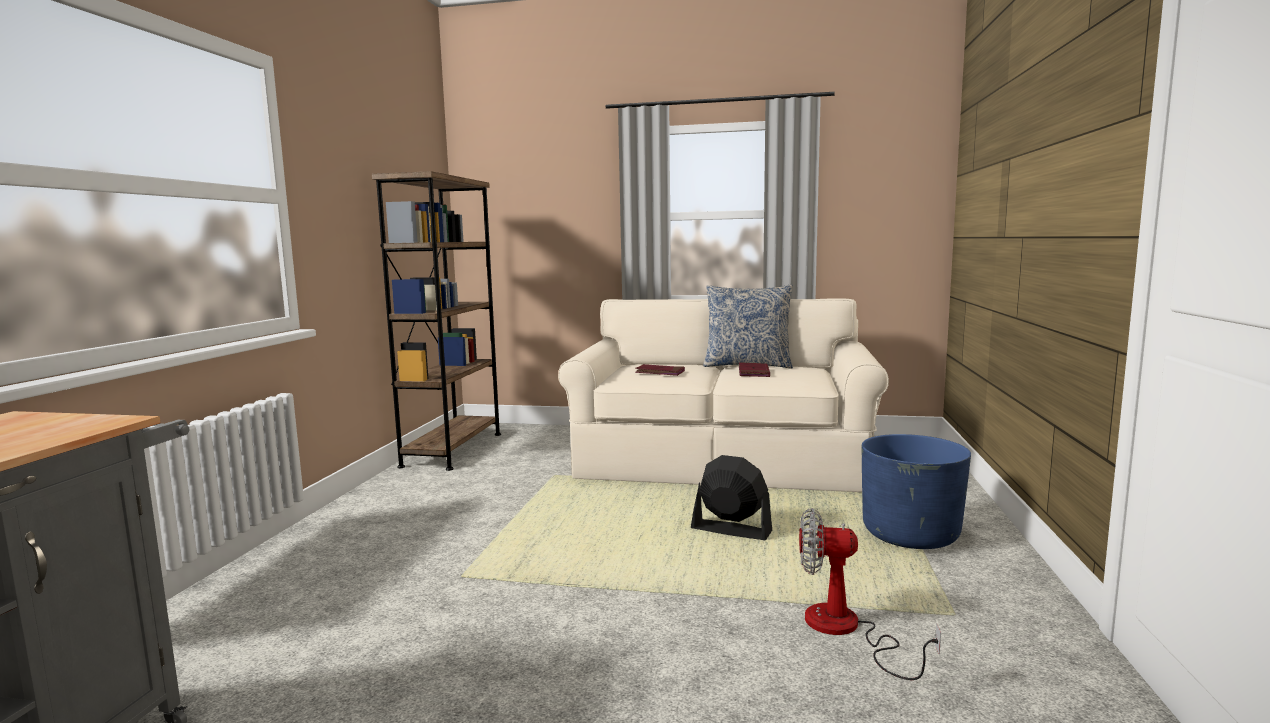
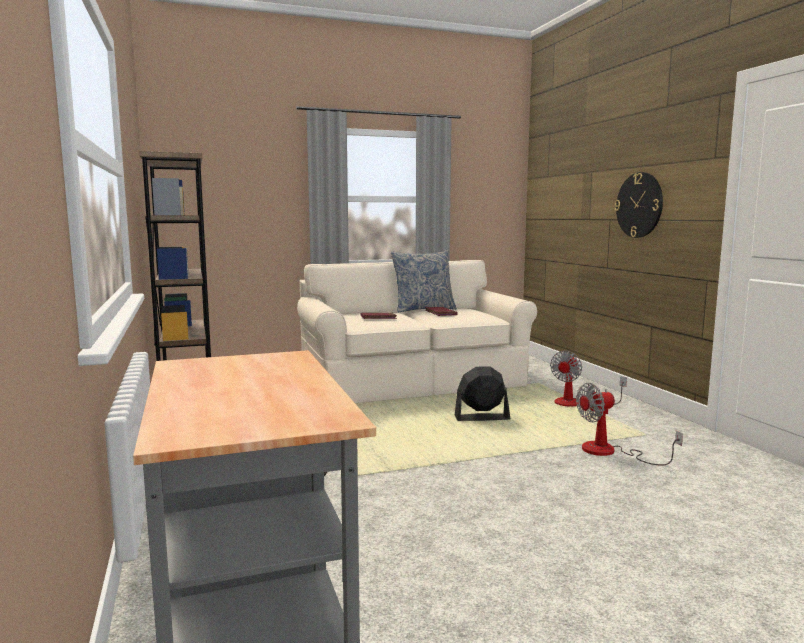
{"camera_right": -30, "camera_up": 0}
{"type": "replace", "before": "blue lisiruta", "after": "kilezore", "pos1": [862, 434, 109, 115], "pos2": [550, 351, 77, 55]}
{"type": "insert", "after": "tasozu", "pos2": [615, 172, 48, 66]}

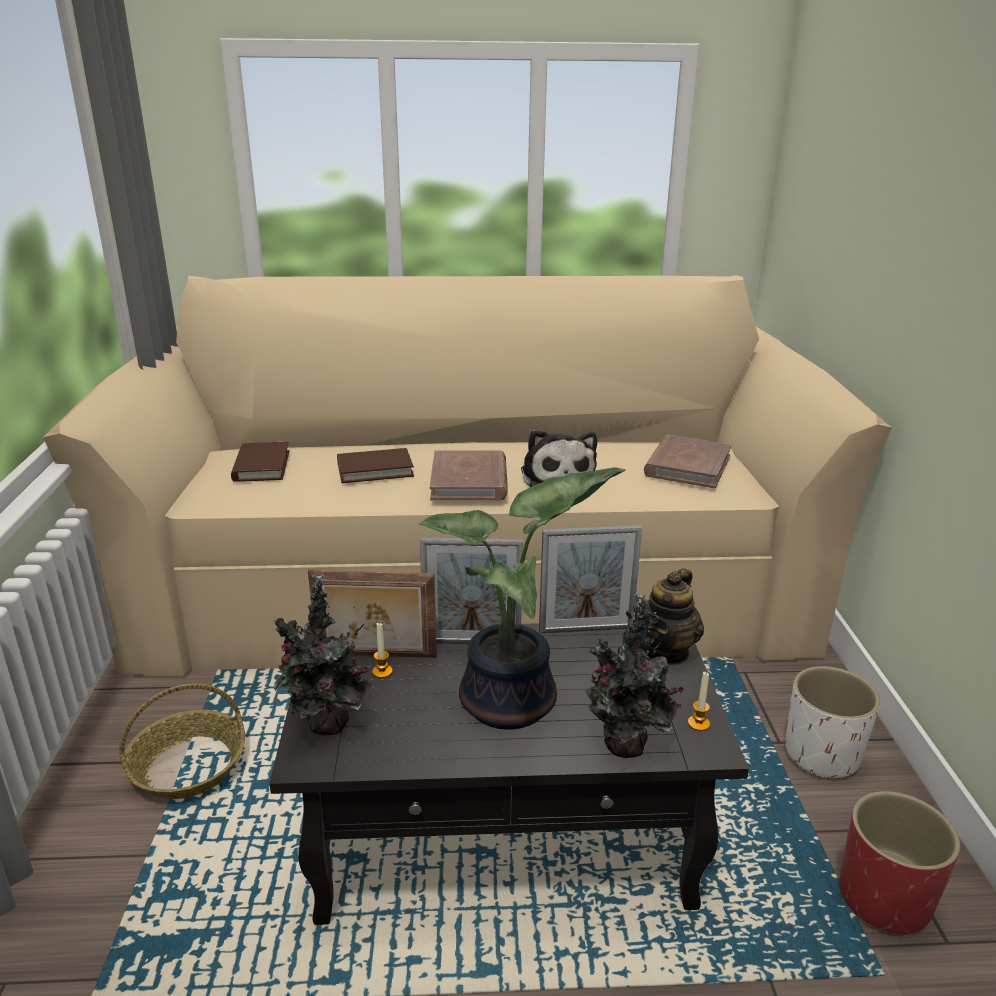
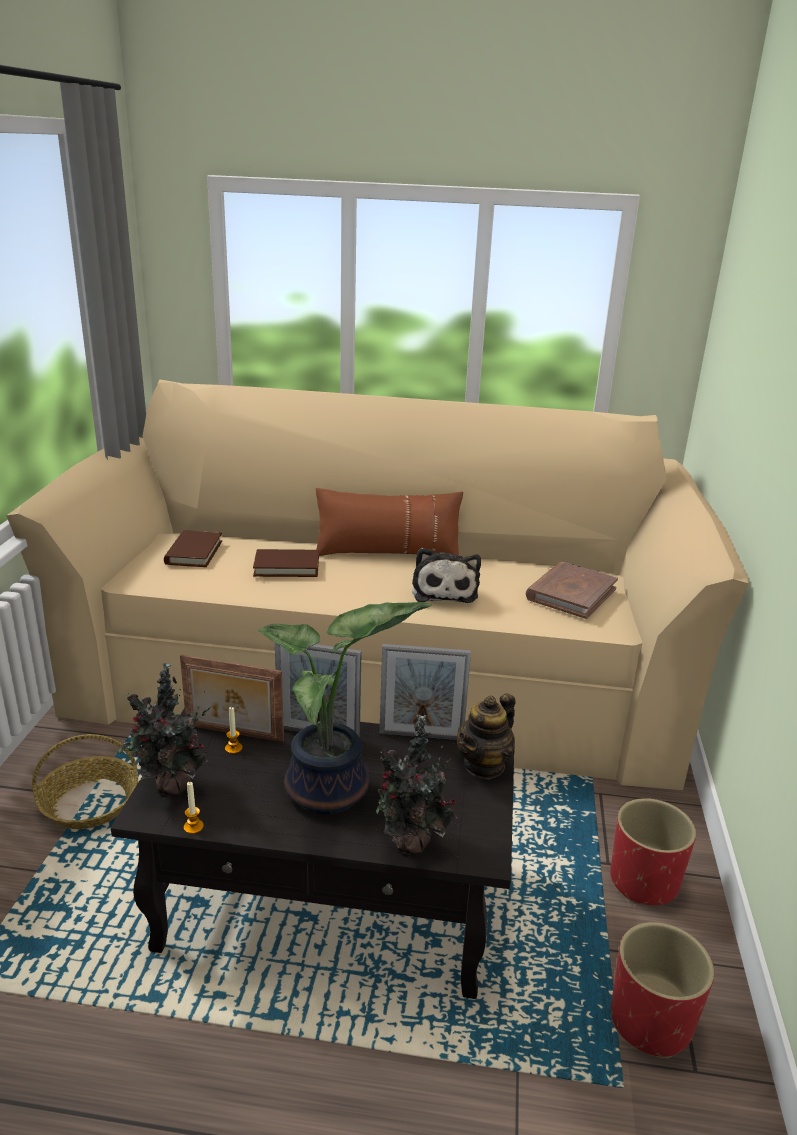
{"camera_right": 10, "camera_up": 0}
{"type": "delete", "before": "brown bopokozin", "pos1": [430, 450, 78, 51]}
{"type": "move", "before": "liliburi", "pos1": [688, 671, 22, 60], "pos2": [184, 782, 20, 52]}
{"type": "recolor", "before": "white lisiruta", "after": "red lisiruta", "pos1": [785, 666, 95, 114], "pos2": [610, 798, 86, 107]}
{"type": "insert", "after": "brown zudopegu", "pos2": [316, 488, 147, 68]}

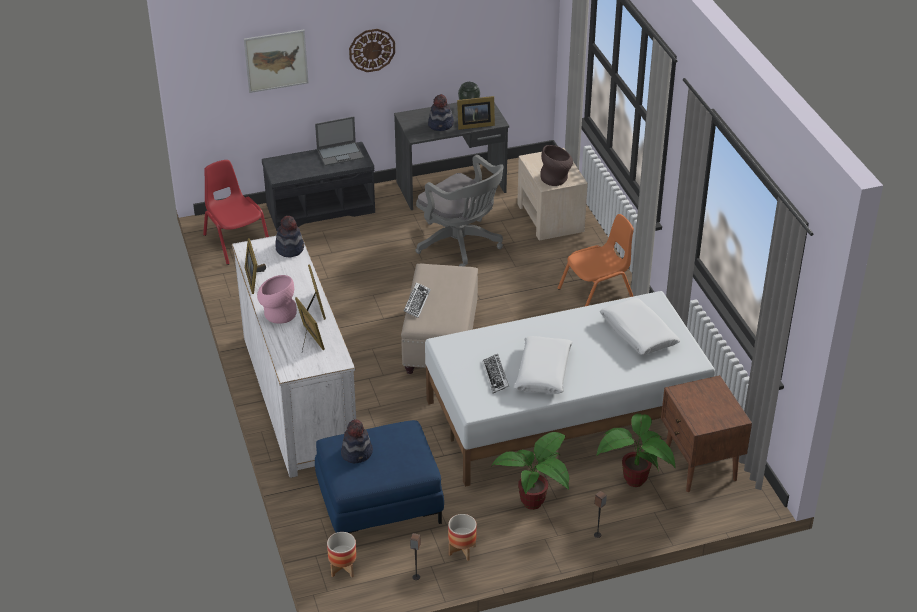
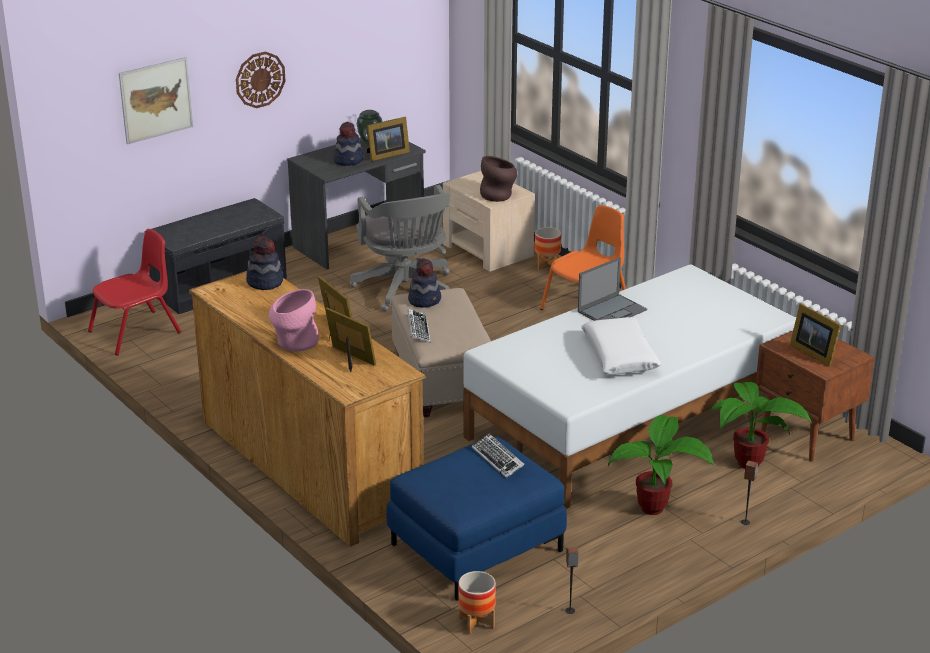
{"camera_right": -20, "camera_up": -10}
{"type": "rotate", "before": "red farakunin", "pos1": [203, 160, 66, 105], "pos2": [88, 229, 93, 127], "turn": 105}
{"type": "recolor", "before": "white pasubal", "after": "brown pasubal", "pos1": [232, 236, 124, 242], "pos2": [189, 271, 236, 276]}
{"type": "move", "before": "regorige", "pos1": [245, 238, 21, 56], "pos2": [790, 304, 51, 63]}
{"type": "move", "before": "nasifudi", "pos1": [315, 116, 49, 50], "pos2": [578, 257, 69, 64]}
{"type": "move", "before": "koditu", "pos1": [341, 419, 32, 44], "pos2": [408, 258, 33, 50]}
{"type": "rotate", "before": "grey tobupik", "pos1": [415, 155, 89, 112], "pos2": [350, 185, 100, 126], "turn": 45}
{"type": "move", "before": "lisiruta", "pos1": [448, 514, 29, 47], "pos2": [535, 227, 26, 43]}
{"type": "move", "before": "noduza", "pos1": [482, 354, 27, 39], "pos2": [472, 433, 53, 45]}
{"type": "delete", "before": "white zudopegu", "pos1": [600, 298, 80, 57]}

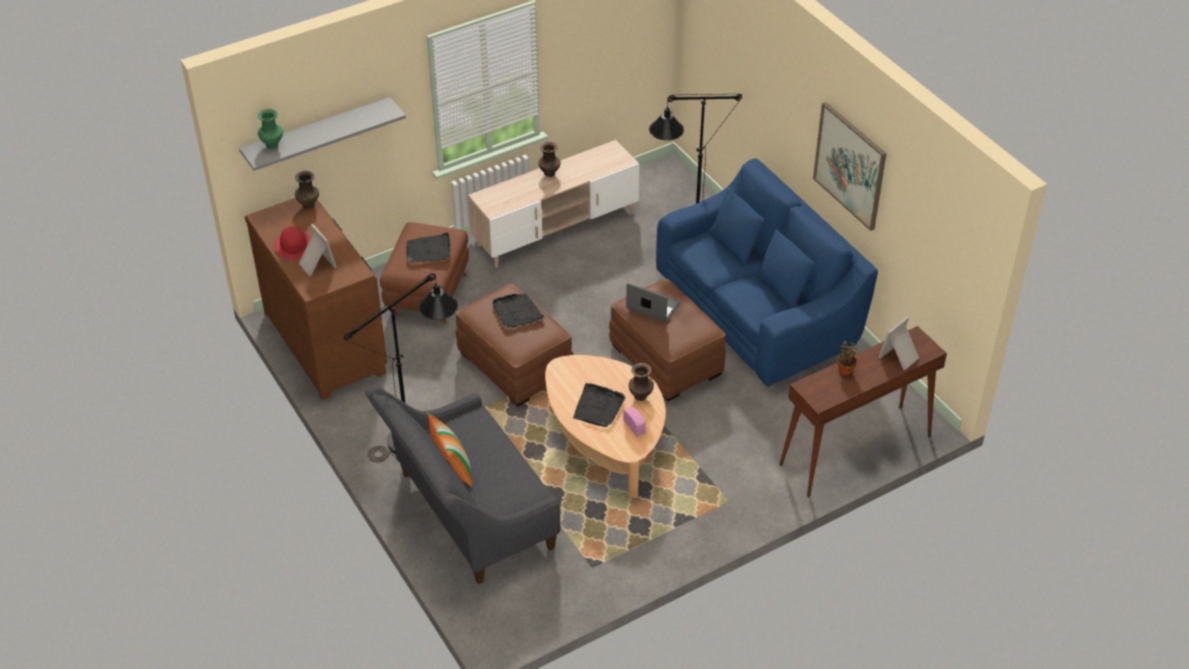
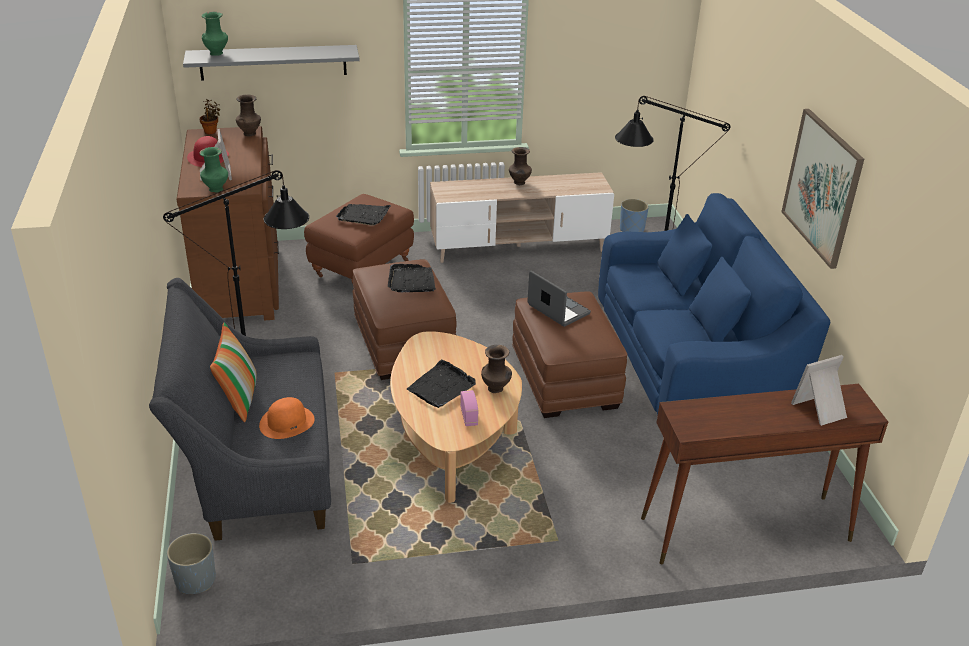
{"camera_right": 20, "camera_up": -10}
{"type": "move", "before": "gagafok", "pos1": [837, 341, 20, 35], "pos2": [199, 99, 21, 35]}
{"type": "insert", "after": "grey lisiruta", "pos2": [167, 533, 49, 61]}
{"type": "insert", "after": "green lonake", "pos2": [200, 147, 28, 46]}
{"type": "insert", "after": "orange koditu", "pos2": [259, 397, 56, 42]}
{"type": "insert", "after": "blue lisiruta", "pos2": [620, 199, 29, 33]}

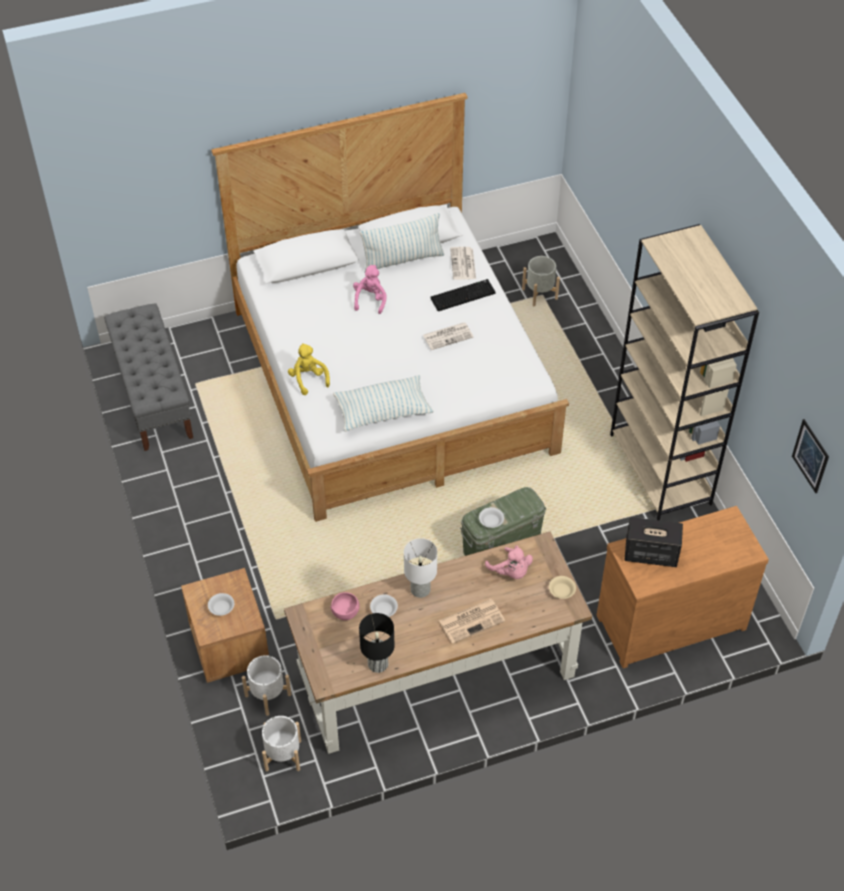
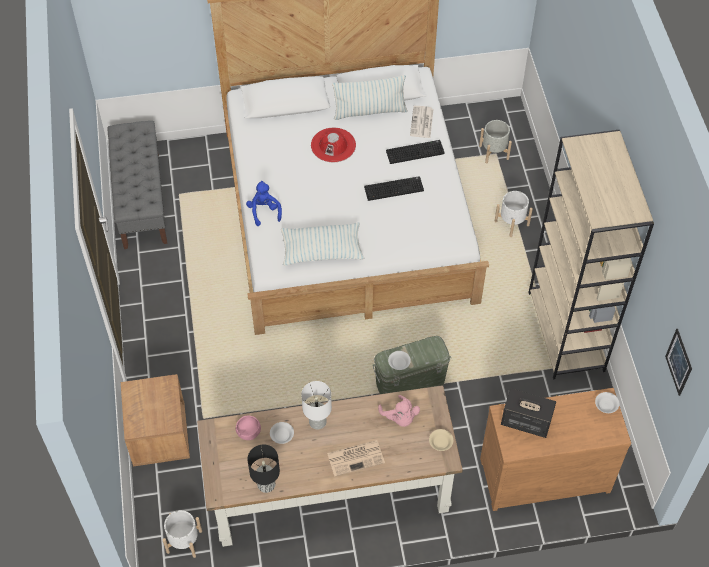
{"camera_right": 10, "camera_up": 5}
{"type": "move", "before": "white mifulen", "pos1": [208, 593, 26, 23], "pos2": [595, 392, 24, 21]}
{"type": "move", "before": "white lisiruta", "pos1": [242, 655, 49, 61], "pos2": [495, 191, 38, 46]}
{"type": "recolor", "before": "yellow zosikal", "after": "blue zosikal", "pos1": [288, 343, 42, 52], "pos2": [246, 181, 36, 45]}
{"type": "replace", "before": "pink zosikal", "after": "red koditu", "pos1": [353, 265, 34, 49], "pos2": [311, 128, 45, 34]}
{"type": "replace", "before": "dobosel", "after": "noduza", "pos1": [423, 323, 51, 27], "pos2": [364, 176, 60, 25]}

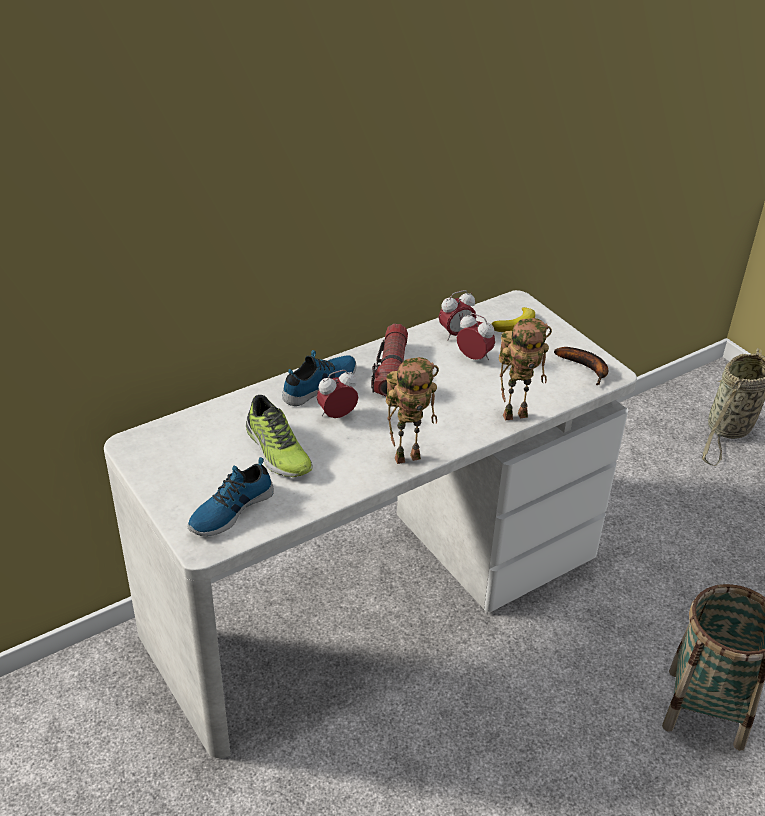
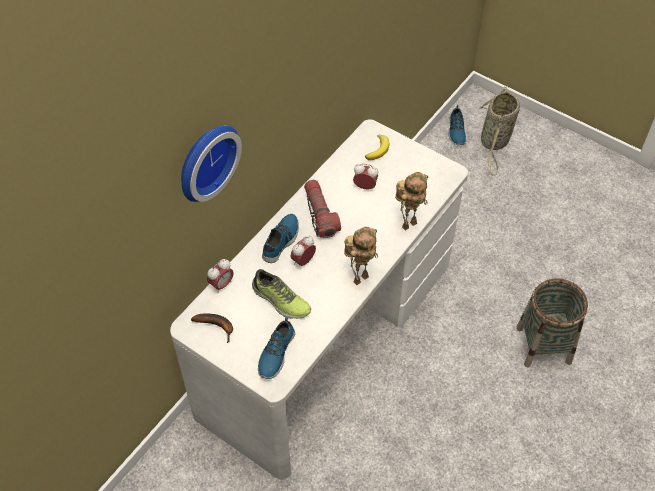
{"camera_right": -20, "camera_up": 15}
{"type": "move", "before": "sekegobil", "pos1": [439, 290, 37, 51], "pos2": [207, 259, 27, 34]}
{"type": "move", "before": "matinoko", "pos1": [554, 347, 54, 38], "pos2": [191, 313, 42, 30]}
{"type": "insert", "after": "tasozu", "pos2": [181, 125, 61, 77]}
{"type": "insert", "after": "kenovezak", "pos2": [448, 105, 18, 40]}

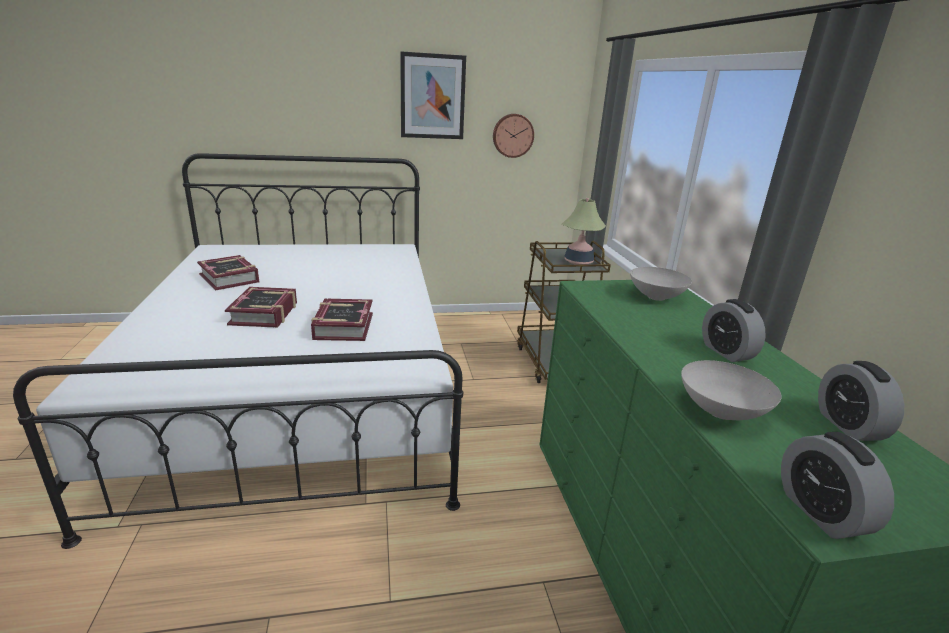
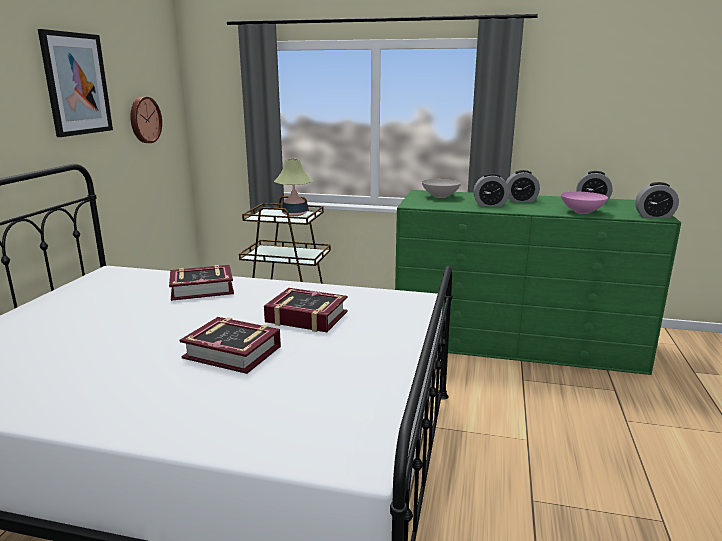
{"camera_right": -65, "camera_up": -5}
{"type": "move", "before": "bopokozin", "pos1": [197, 255, 62, 36], "pos2": [169, 265, 65, 36]}
{"type": "recolor", "before": "white mifulen", "after": "pink mifulen", "pos1": [681, 360, 101, 60], "pos2": [561, 192, 47, 22]}
{"type": "insert", "after": "sekegobil", "pos2": [473, 173, 36, 33]}

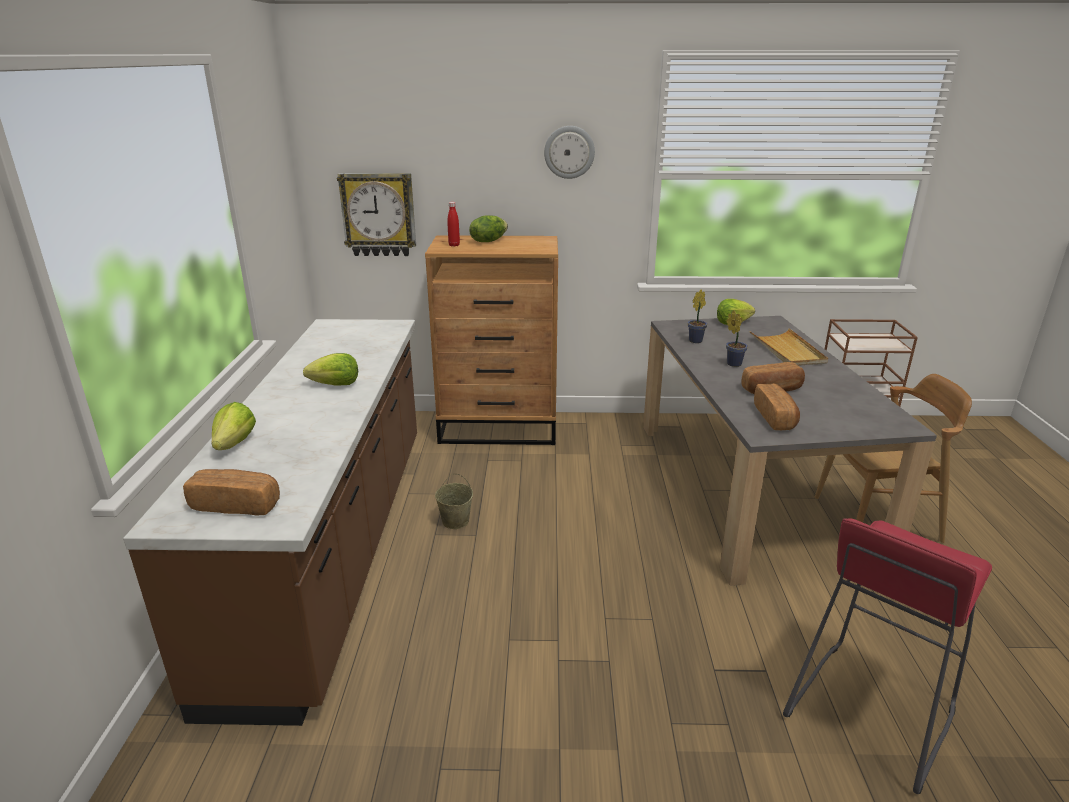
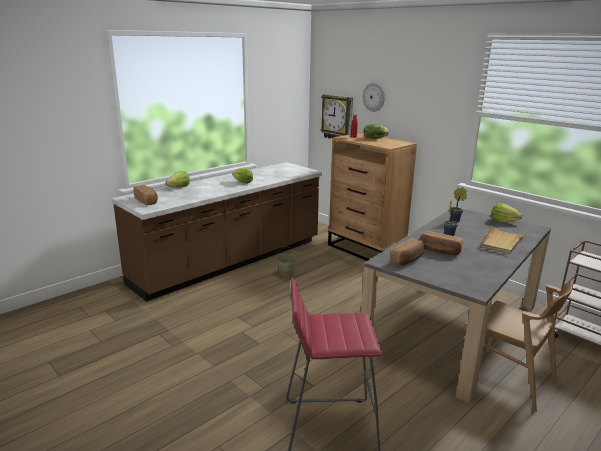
{"camera_right": 45, "camera_up": -5}
{"type": "move", "before": "tasozu", "pos1": [544, 126, 51, 53], "pos2": [363, 83, 22, 29]}

